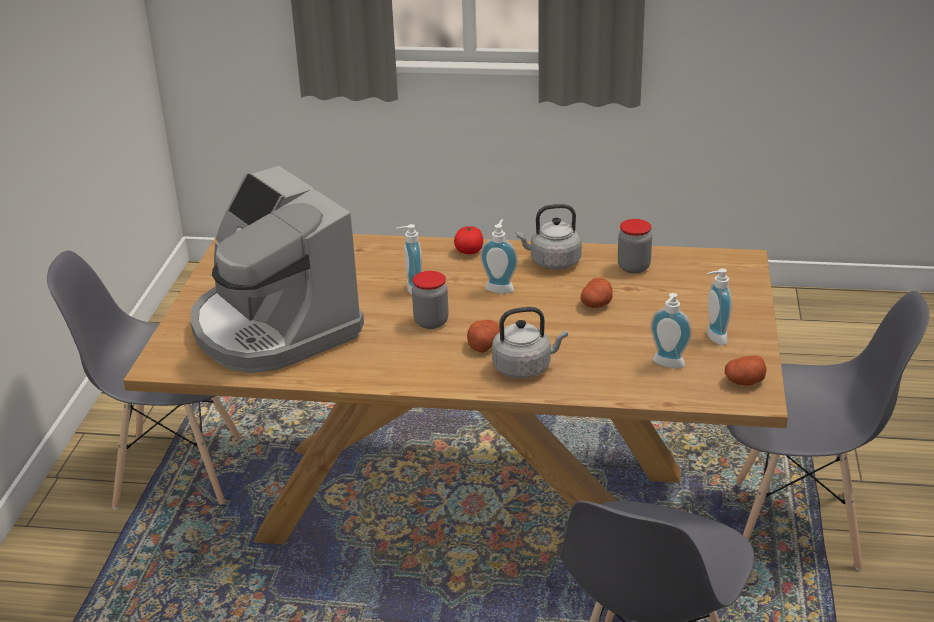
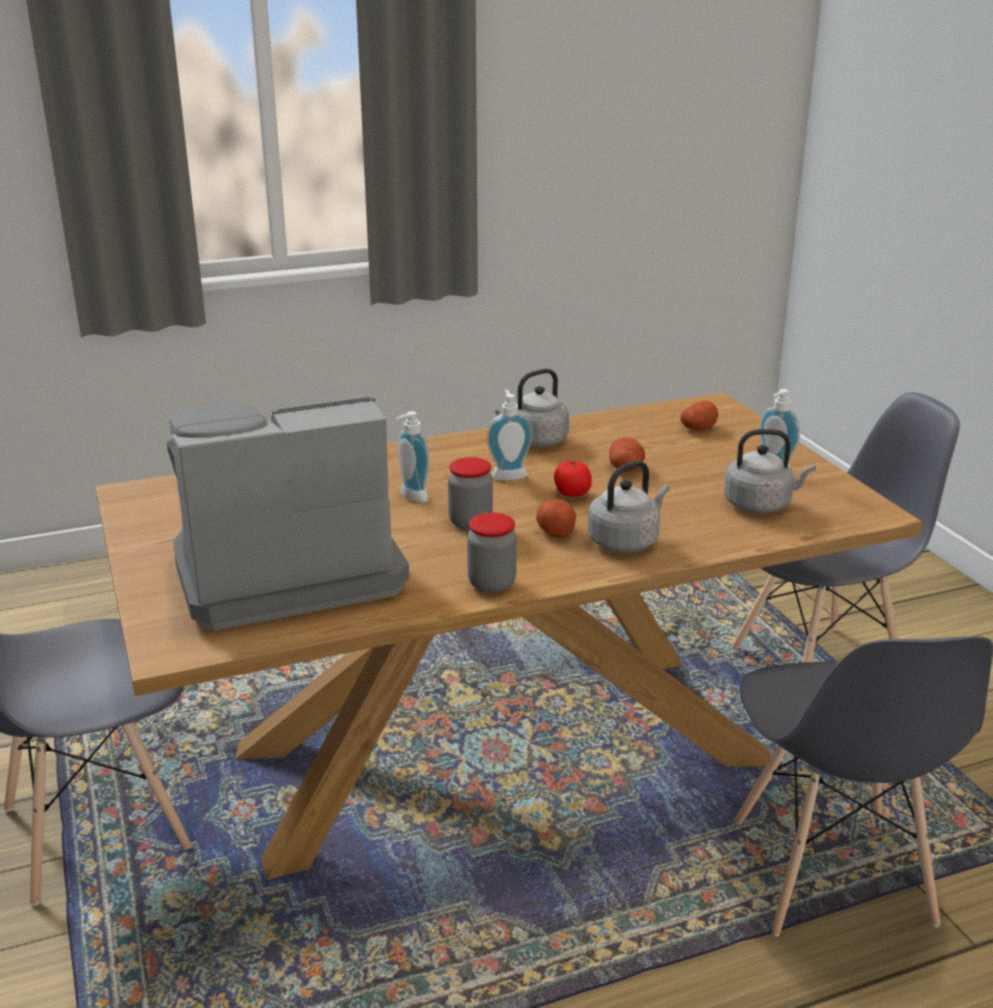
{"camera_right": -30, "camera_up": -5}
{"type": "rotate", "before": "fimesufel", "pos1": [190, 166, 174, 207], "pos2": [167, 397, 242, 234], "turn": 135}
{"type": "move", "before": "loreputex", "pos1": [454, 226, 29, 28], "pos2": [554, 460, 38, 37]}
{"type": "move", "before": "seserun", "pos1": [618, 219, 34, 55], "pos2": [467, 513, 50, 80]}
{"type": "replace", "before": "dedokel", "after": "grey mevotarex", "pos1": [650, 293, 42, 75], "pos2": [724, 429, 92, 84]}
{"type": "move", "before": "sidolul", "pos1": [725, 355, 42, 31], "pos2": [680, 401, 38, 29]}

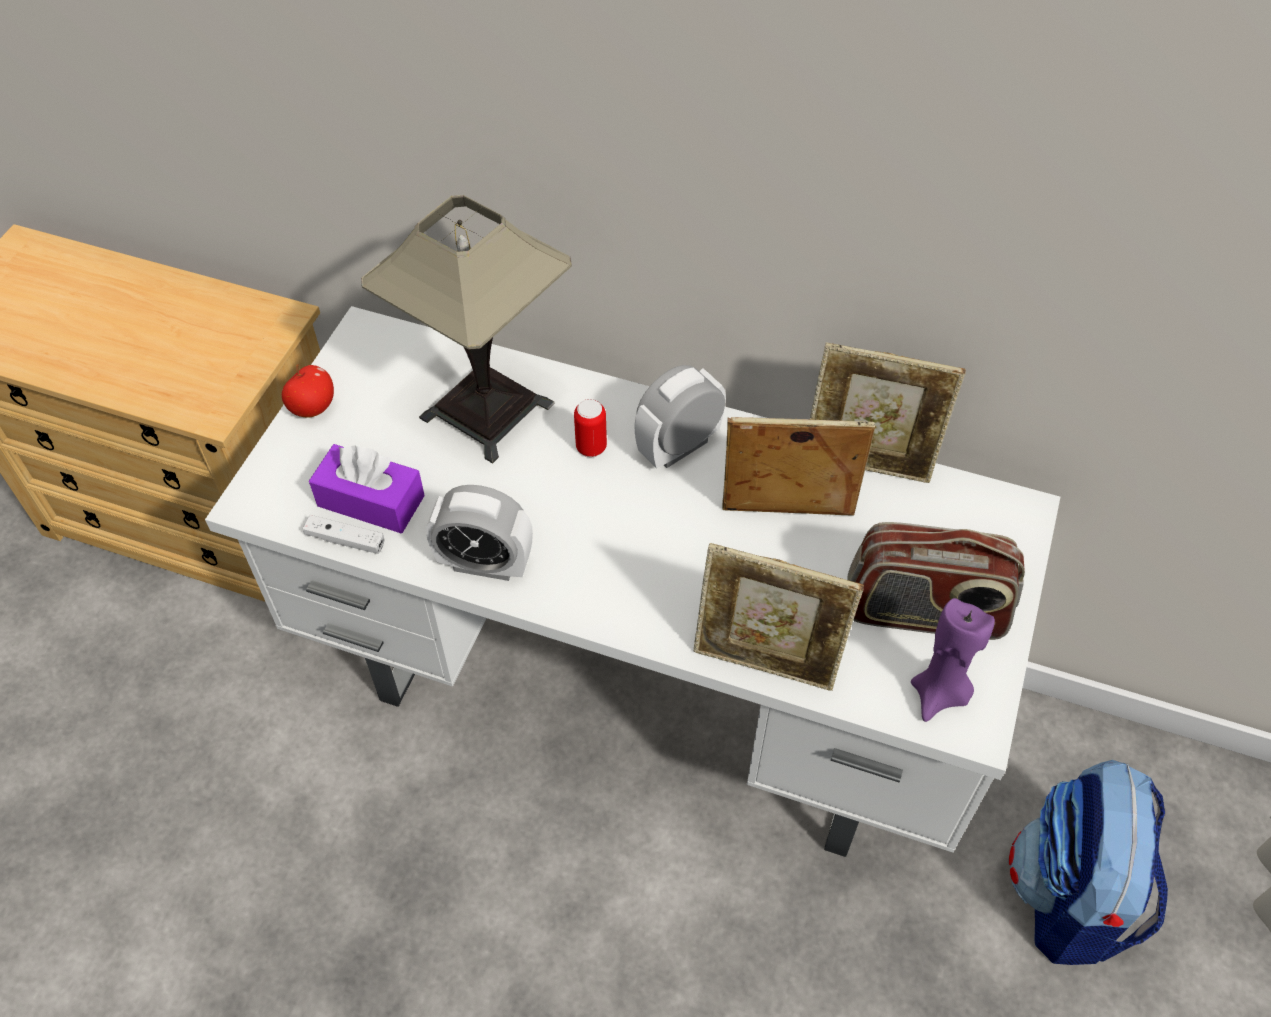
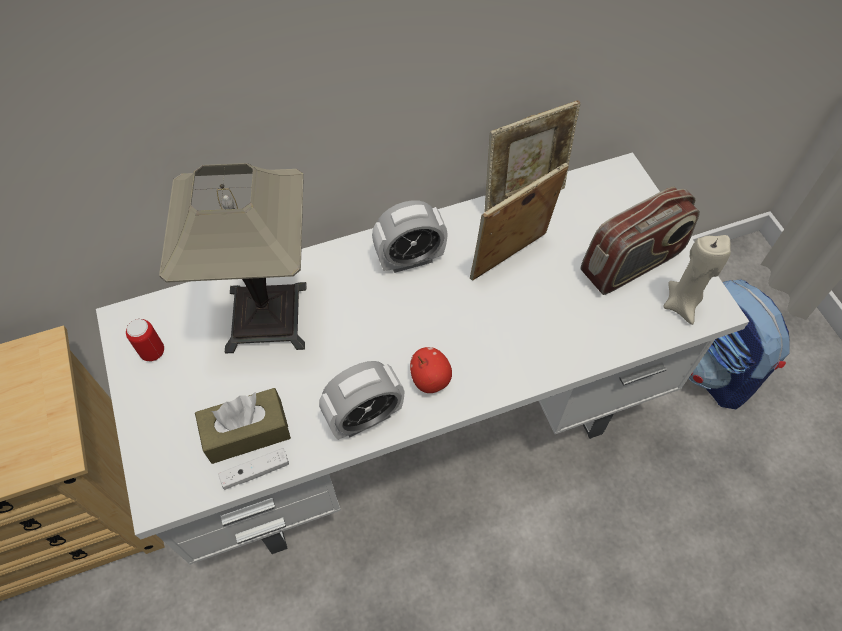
{"camera_right": -40, "camera_up": 5}
{"type": "move", "before": "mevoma", "pos1": [282, 365, 52, 53], "pos2": [410, 347, 42, 46]}
{"type": "recolor", "before": "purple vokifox", "after": "brown vokifox", "pos1": [309, 444, 116, 89], "pos2": [195, 388, 96, 76]}
{"type": "move", "before": "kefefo", "pos1": [574, 399, 33, 58], "pos2": [126, 319, 38, 43]}
{"type": "rotate", "before": "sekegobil", "pos1": [634, 365, 92, 103], "pos2": [372, 200, 76, 73], "turn": -120}
{"type": "delete", "before": "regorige", "pos1": [694, 543, 170, 148]}
{"type": "recolor", "before": "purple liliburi", "after": "beige liliburi", "pos1": [911, 598, 84, 124], "pos2": [664, 235, 67, 90]}

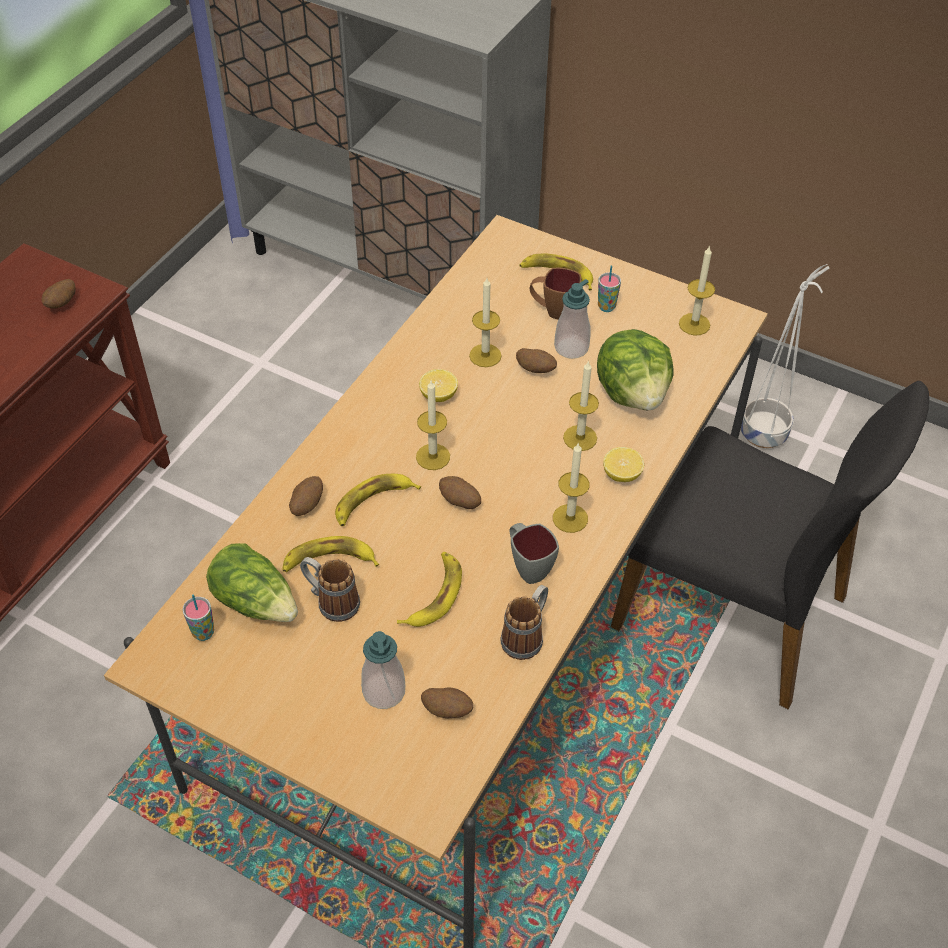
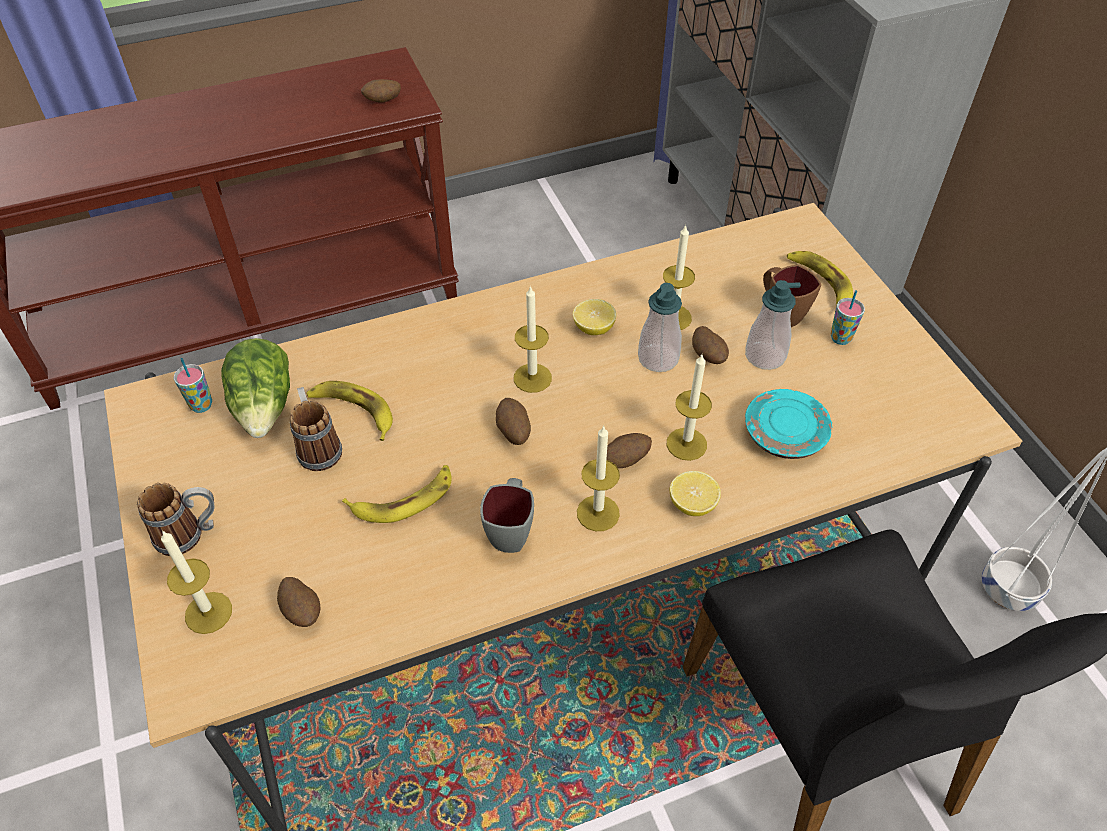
{"camera_right": 40, "camera_up": 0}
{"type": "move", "before": "sidolul", "pos1": [289, 476, 34, 40], "pos2": [606, 433, 46, 35]}
{"type": "delete", "before": "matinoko", "pos1": [335, 474, 86, 52]}
{"type": "move", "before": "dedokel", "pos1": [361, 631, 44, 78], "pos2": [638, 283, 44, 89]}
{"type": "move", "before": "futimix", "pos1": [500, 585, 48, 75], "pos2": [137, 483, 77, 73]}
{"type": "replace", "before": "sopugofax", "after": "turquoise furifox", "pos1": [597, 329, 77, 81], "pos2": [745, 389, 87, 70]}
{"type": "move", "before": "liliburi", "pos1": [679, 245, 36, 91], "pos2": [161, 530, 71, 104]}

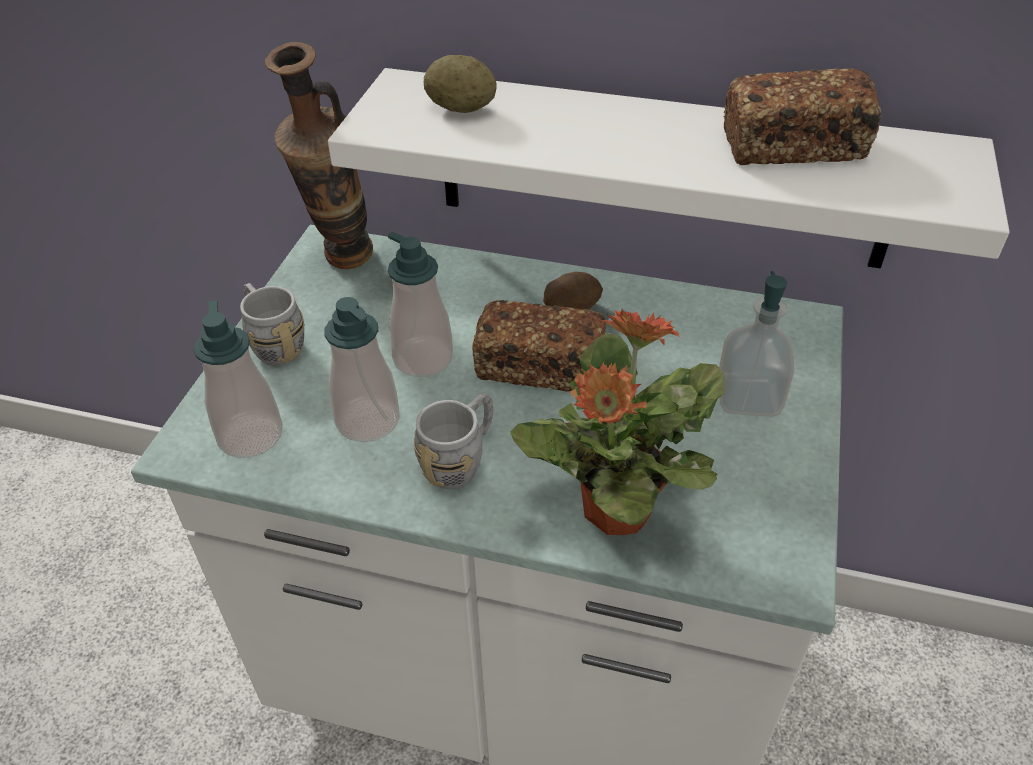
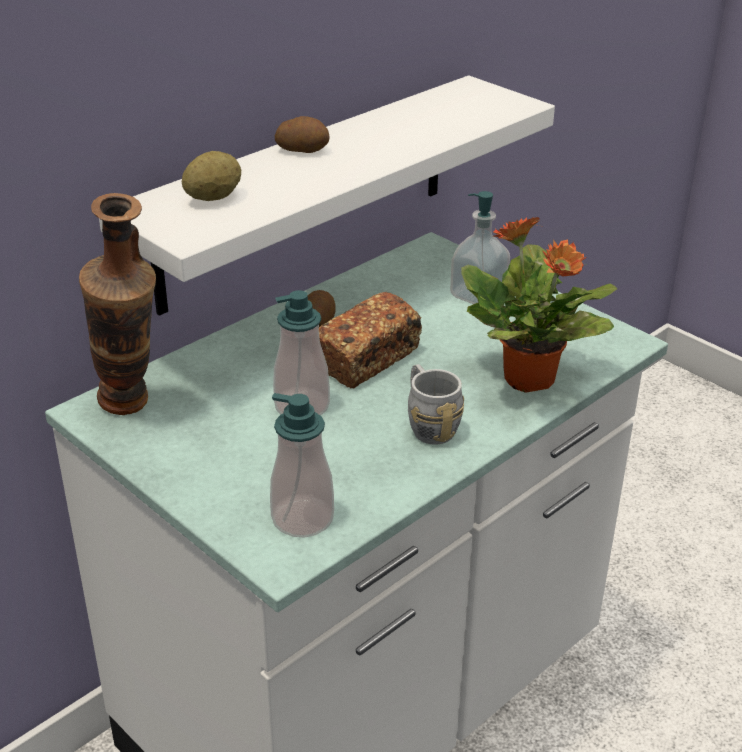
{"camera_right": -60, "camera_up": -10}
{"type": "delete", "before": "grey futimix", "pos1": [240, 283, 65, 83]}
{"type": "delete", "before": "dedokel", "pos1": [325, 297, 75, 145]}
{"type": "delete", "before": "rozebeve", "pos1": [724, 68, 158, 97]}
{"type": "insert", "after": "sidolul", "pos2": [275, 116, 55, 37]}

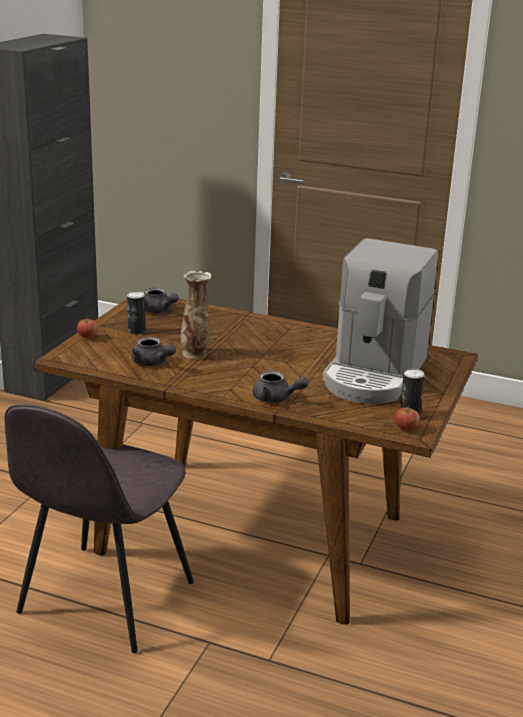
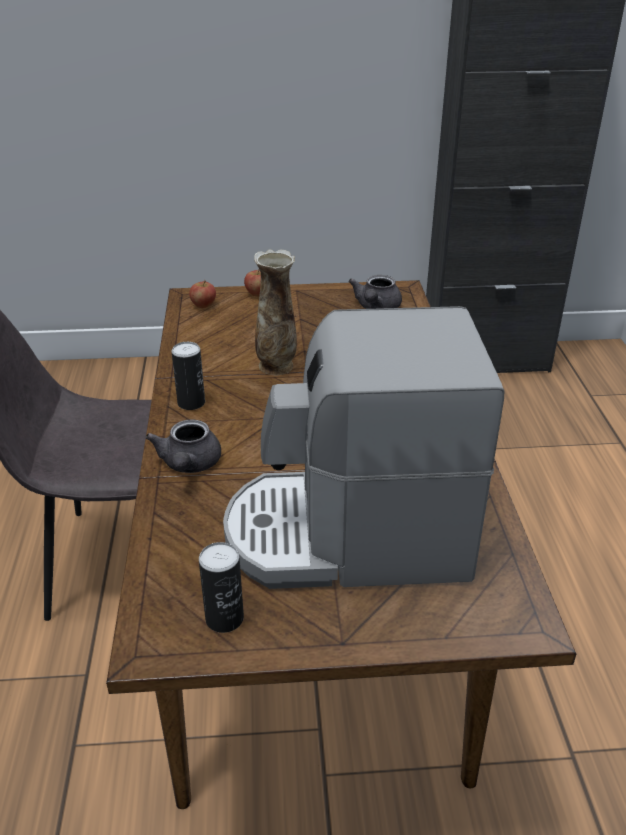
{"camera_right": 65, "camera_up": 10}
{"type": "move", "before": "kefefo", "pos1": [127, 291, 19, 43], "pos2": [171, 342, 34, 68]}
{"type": "delete", "before": "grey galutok", "pos1": [132, 337, 44, 29]}
{"type": "move", "before": "mevoma", "pos1": [395, 405, 25, 27], "pos2": [189, 279, 27, 29]}

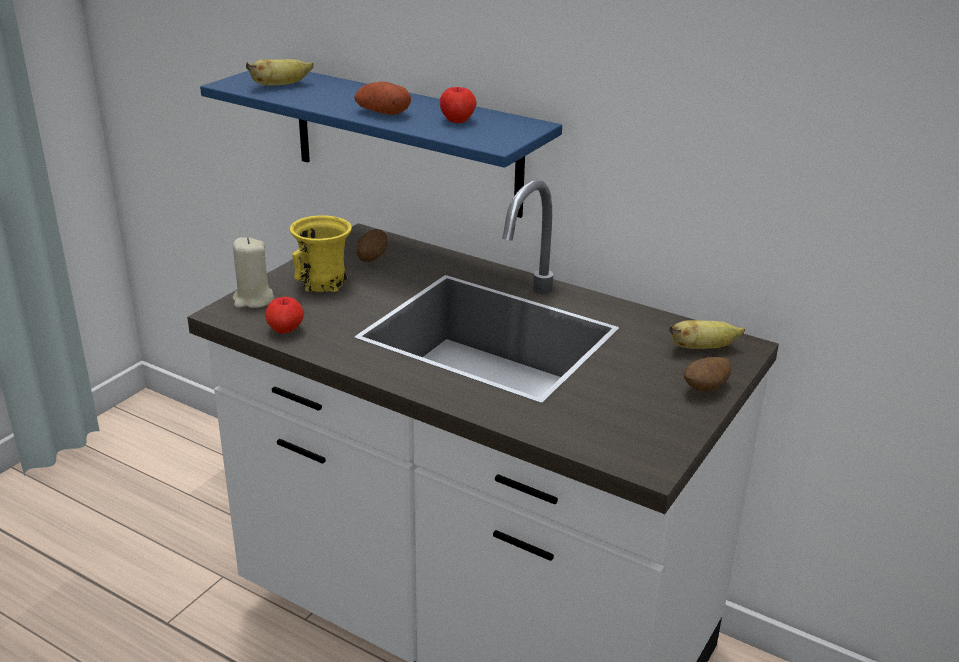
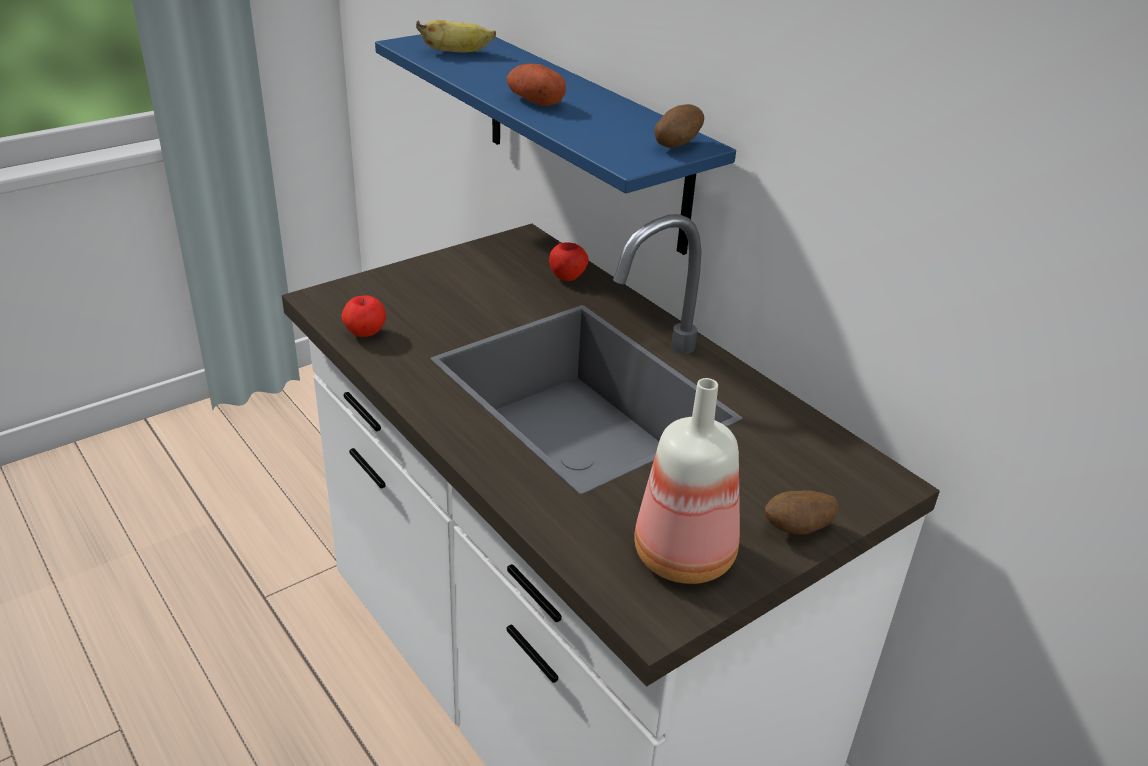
{"camera_right": 20, "camera_up": 5}
{"type": "delete", "before": "beige liliburi", "pos1": [233, 237, 41, 71]}
{"type": "delete", "before": "yellow futimix", "pos1": [290, 215, 62, 77]}
{"type": "move", "before": "sidolul", "pos1": [356, 229, 32, 33], "pos2": [654, 104, 50, 44]}
{"type": "move", "before": "mevoma", "pos1": [440, 87, 37, 36], "pos2": [549, 242, 40, 39]}
{"type": "delete", "before": "matinoko", "pos1": [669, 320, 76, 29]}
{"type": "insert", "after": "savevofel", "pos2": [634, 378, 106, 206]}

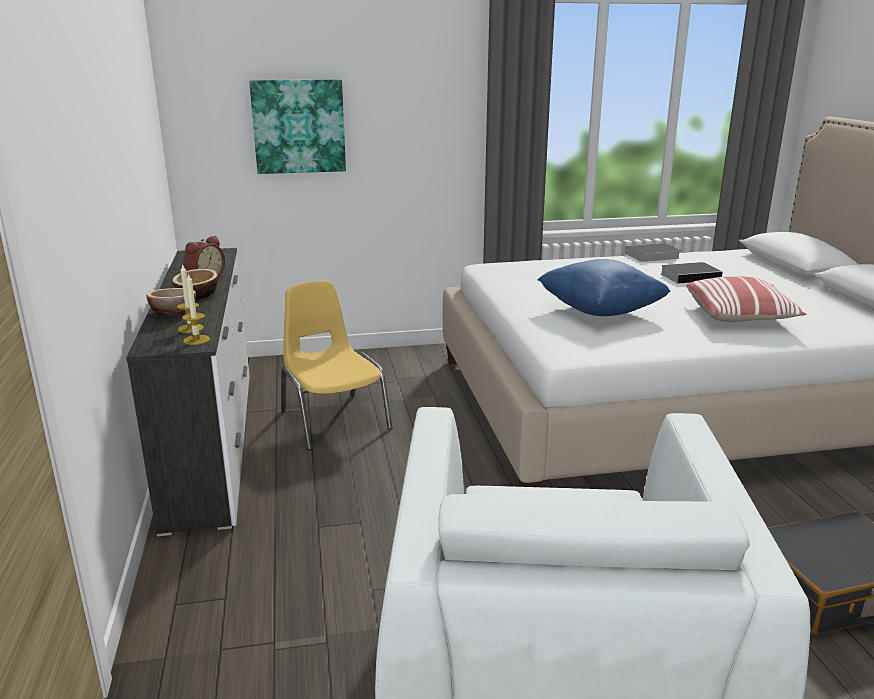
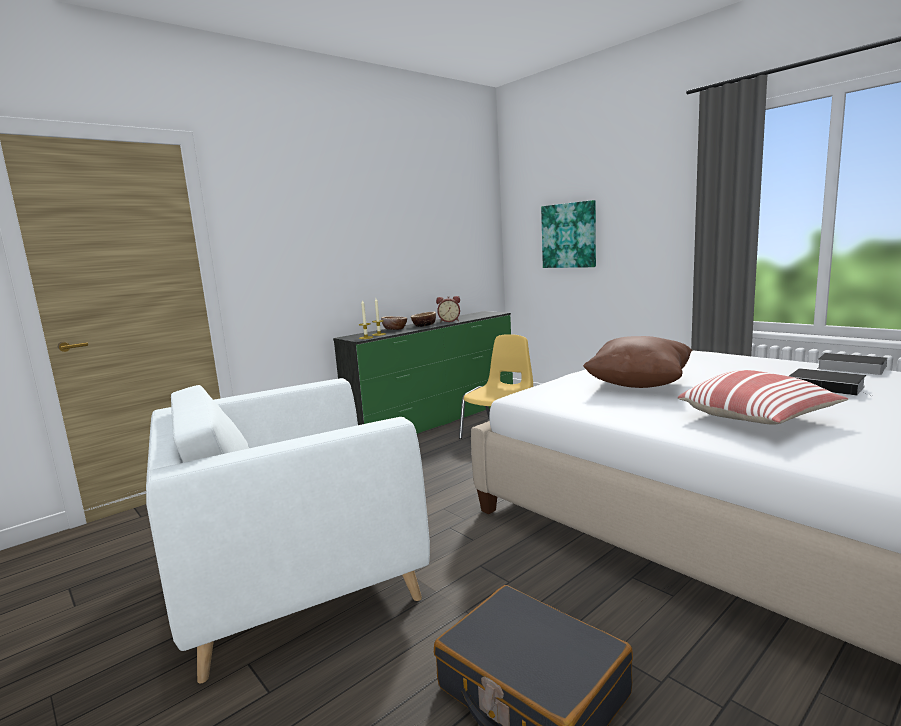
{"camera_right": 60, "camera_up": -10}
{"type": "recolor", "before": "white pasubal", "after": "green pasubal", "pos1": [126, 248, 124, 289], "pos2": [333, 311, 180, 123]}
{"type": "recolor", "before": "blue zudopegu", "after": "brown zudopegu", "pos1": [538, 259, 132, 57], "pos2": [583, 336, 109, 52]}

